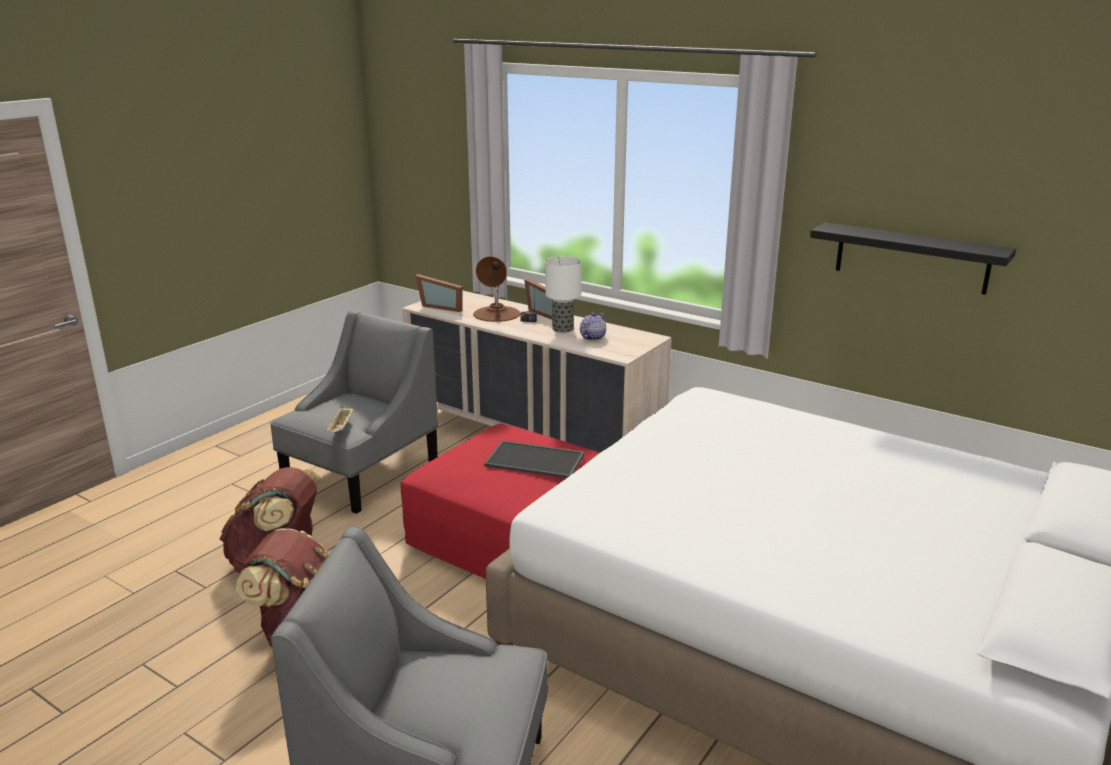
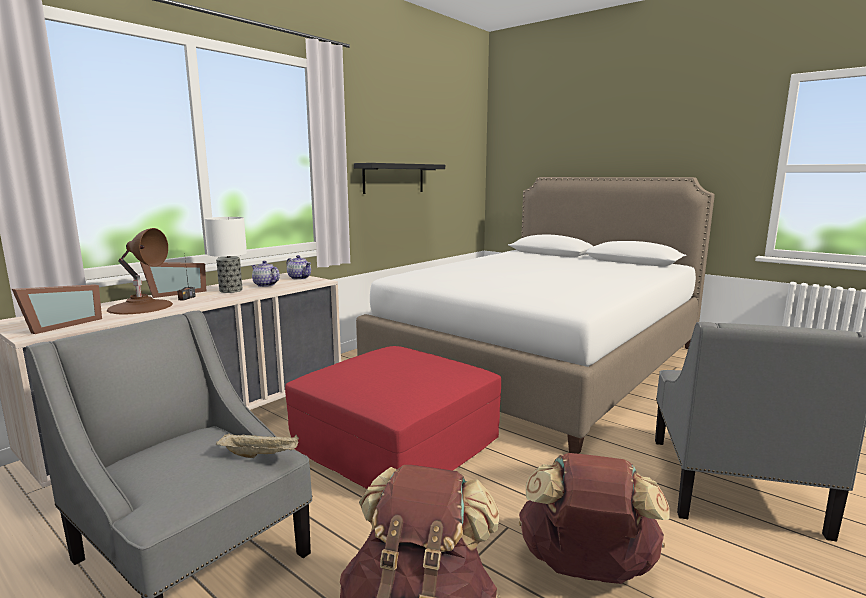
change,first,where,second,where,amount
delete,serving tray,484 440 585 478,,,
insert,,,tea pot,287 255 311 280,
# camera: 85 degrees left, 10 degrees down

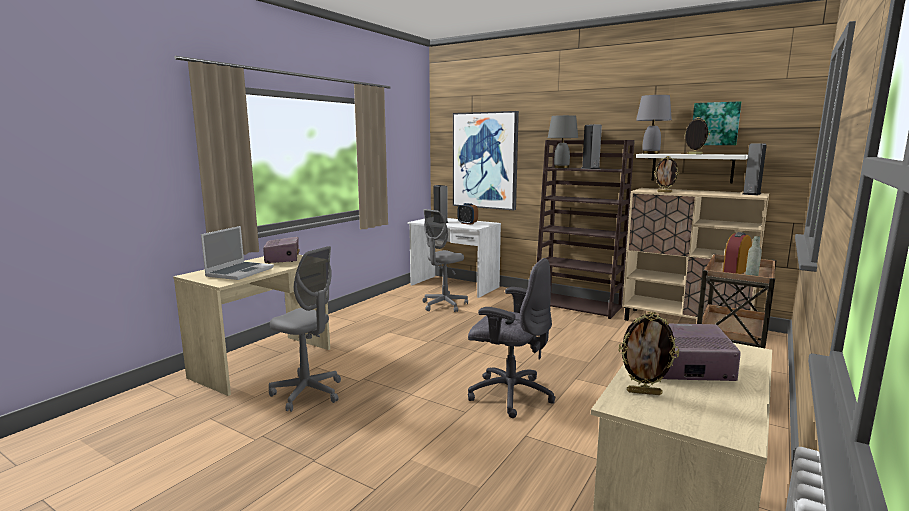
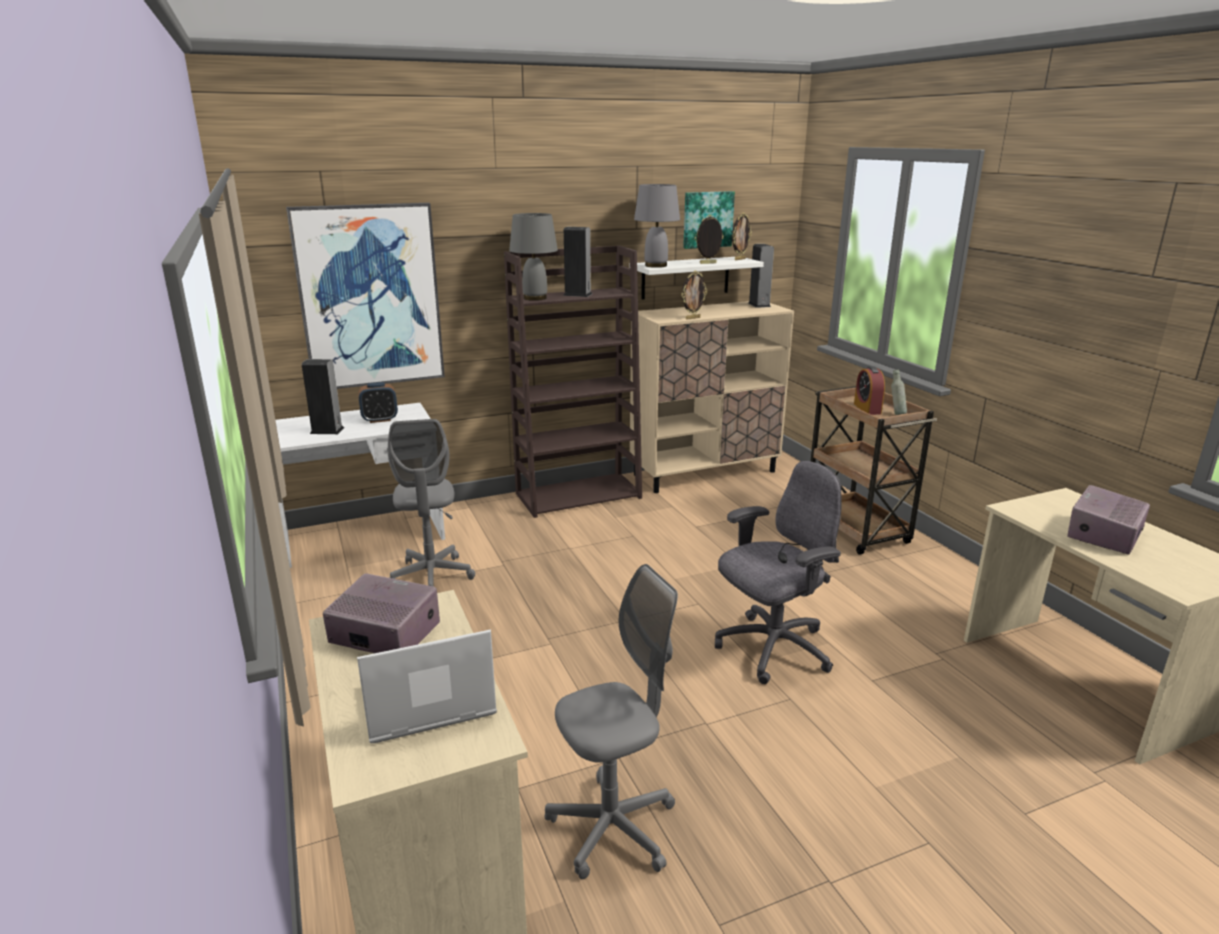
change,first,where,second,where,amount
rotate,notebook computer,201 226 274 280,,357 629 497 743,75 degrees counterclockwise
move,photo frame,618 312 679 395,,732 213 752 260,
# camera: 55 degrees left, 10 degrees up

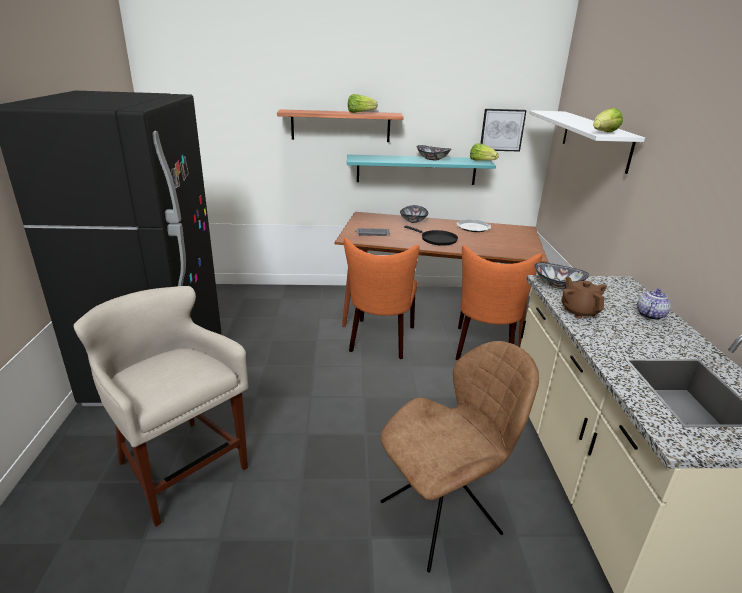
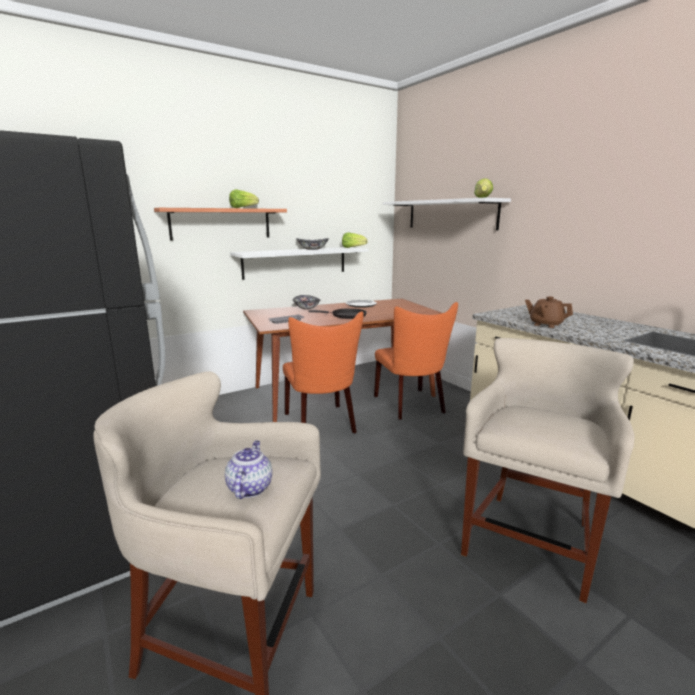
change,first,where,second,where,amount
delete,wall art,480 109 527 152,,,
recolor,shelf (turquoise-coloured),347 154 496 185,shelf (whitish),230 247 368 280,
delete,bowl,535 262 589 289,,,
move,tea pot,637 288 671 320,,225 441 272 499,
replace,upright chair (brownish),380 341 539 572,stool seat (beige-coloured),461 338 635 603,
# camera: 30 degrees left, 10 degrees down

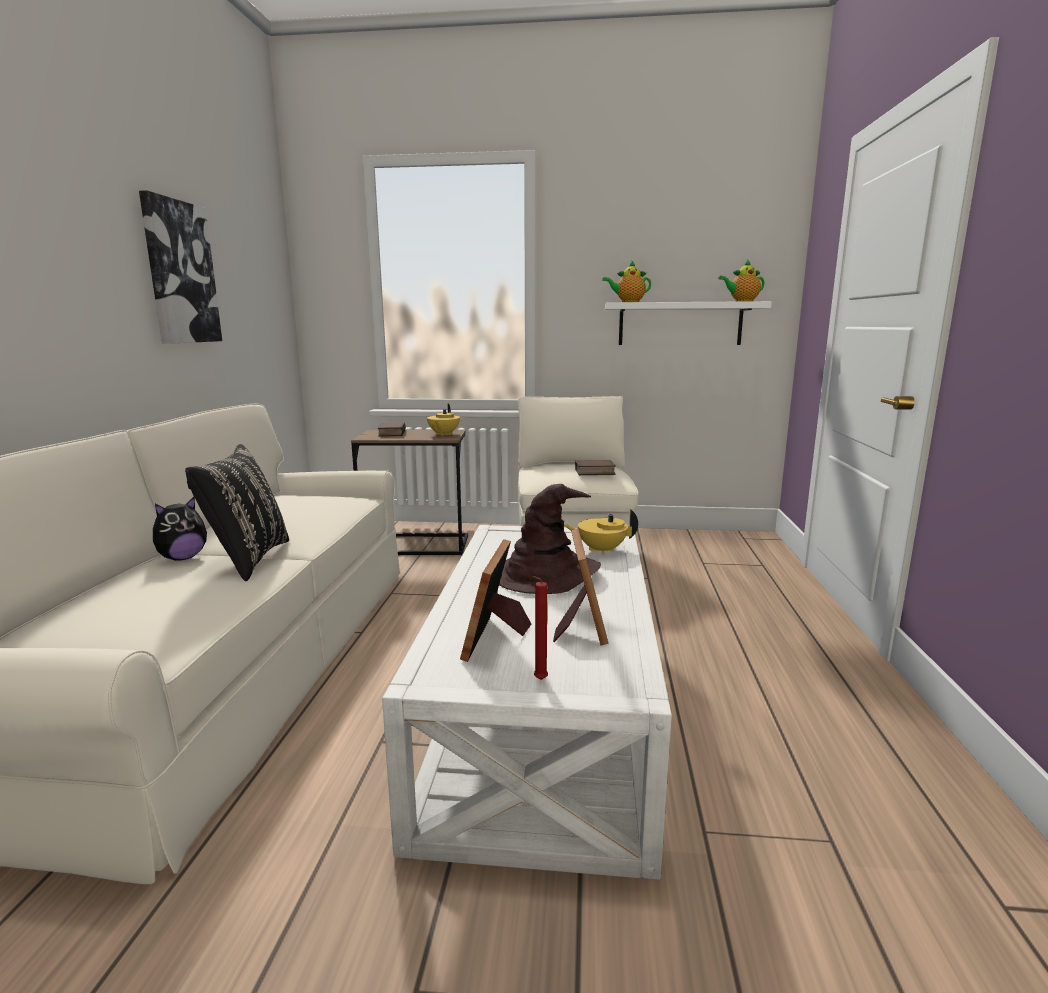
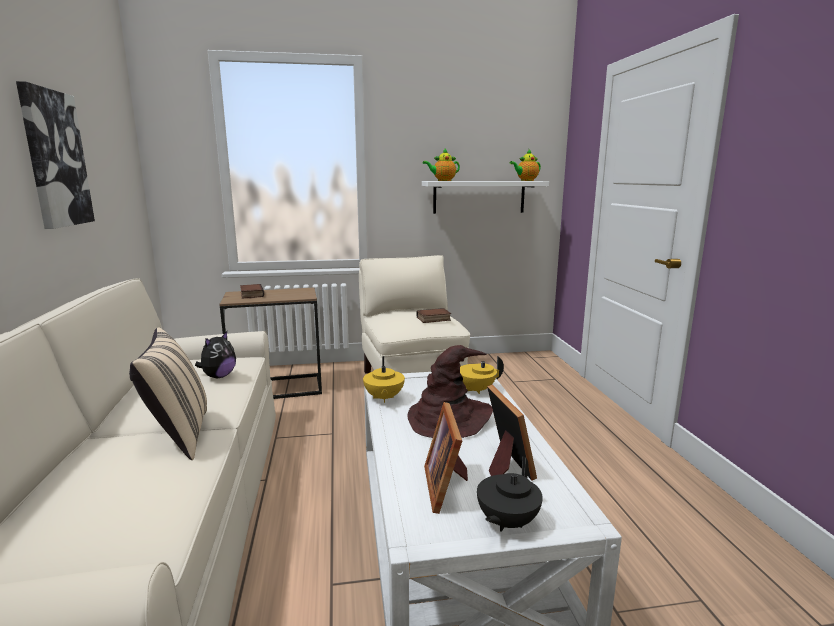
change,first,where,second,where,amount
move,tea pot (yellow-coloured),427 403 460 436,,363 356 405 403,
recolor,pillow (blackish),185 444 289 581,pillow (beige-coloured),129 328 207 460,
move,plush toy,153 497 207 561,,195 331 236 378,
replace,wax light (red-coloured),533 576 548 680,tea pot (blackish),477 457 543 532,
# camera: 15 degrees left, 0 degrees up

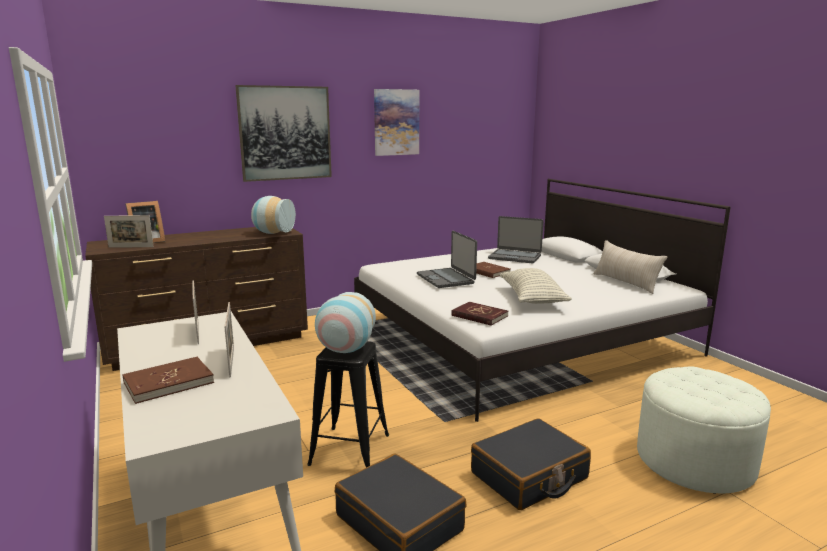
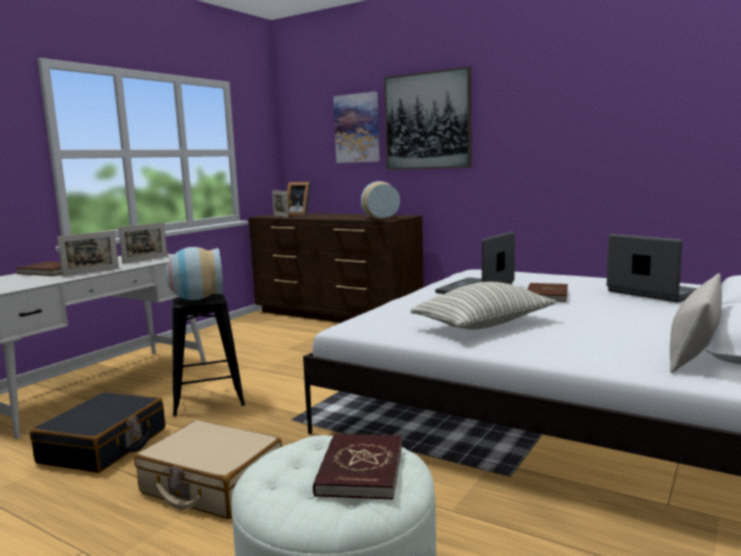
change,first,where,second,where,amount
move,wall art,374 89 419 156,,333 92 380 163,
rotate,notebook computer,488 216 544 263,,607 234 698 303,150 degrees clockwise
move,book (red-coloured),451 302 508 326,,313 434 402 500,
recolor,travel case (blackish),471 418 591 510,travel case (beige-coloured),134 420 282 519,
# camera: 60 degrees right, 5 degrees down

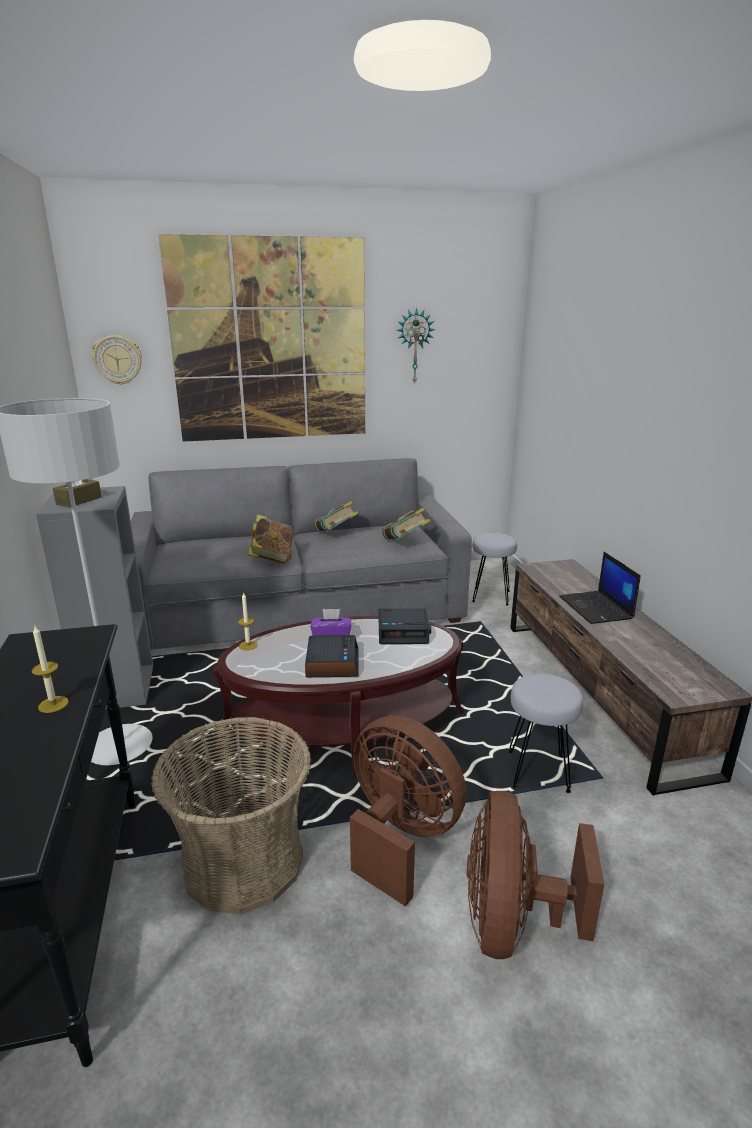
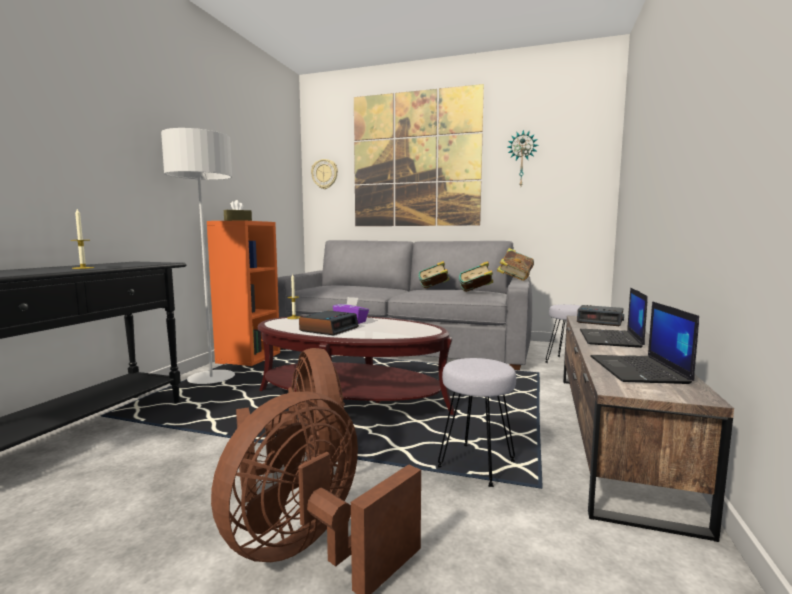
change,first,where,second,where,amount
recolor,bookshelf (grey),36 486 153 709,bookshelf (orangey),207 220 280 366,
move,book,247 514 294 564,,497 248 534 281,
move,bedside clock,378 609 431 644,,577 305 624 326,
delete,household basket,151 716 311 914,,,
insert,,,notebook computer,590 301 699 384,
# camera: 30 degrees right, 15 degrees down

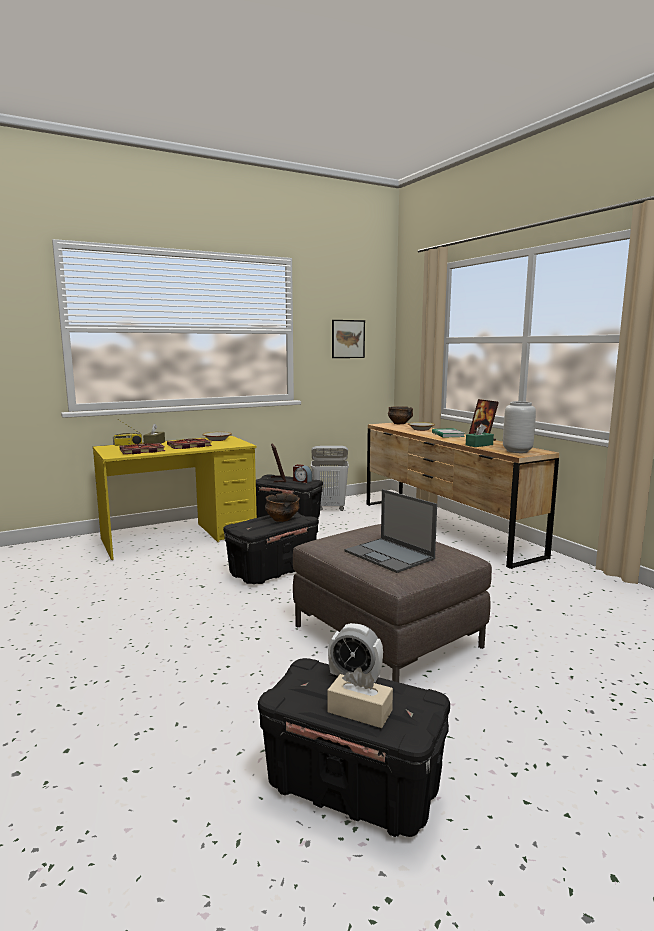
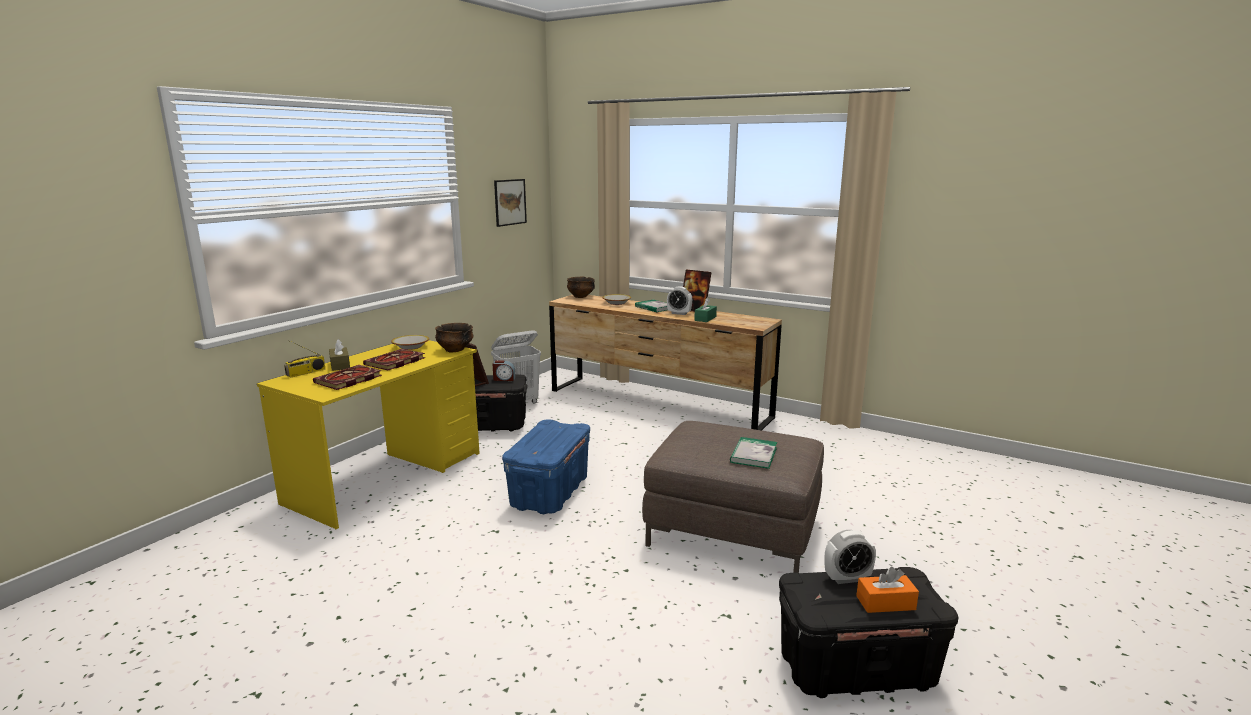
change,first,where,second,where,amount
delete,vase (grey),503 401 536 453,,,
replace,notebook computer,345 489 437 573,book,730 437 777 469,
move,bowl,265 494 300 522,,435 323 473 352,
recolor,storage container (blackish),223 512 319 584,storage container (blue),502 419 590 514,
recolor,tissue holder (beige-coloured),327 667 393 728,tissue holder (orangey),856 567 919 613,
insert,,,bedside clock,667 286 692 315,
# camera: 30 degrees left, 5 degrees up

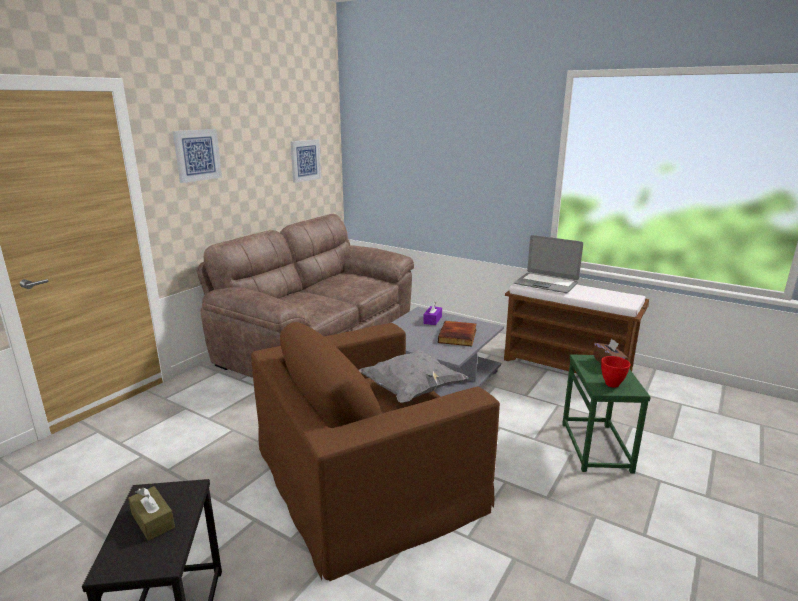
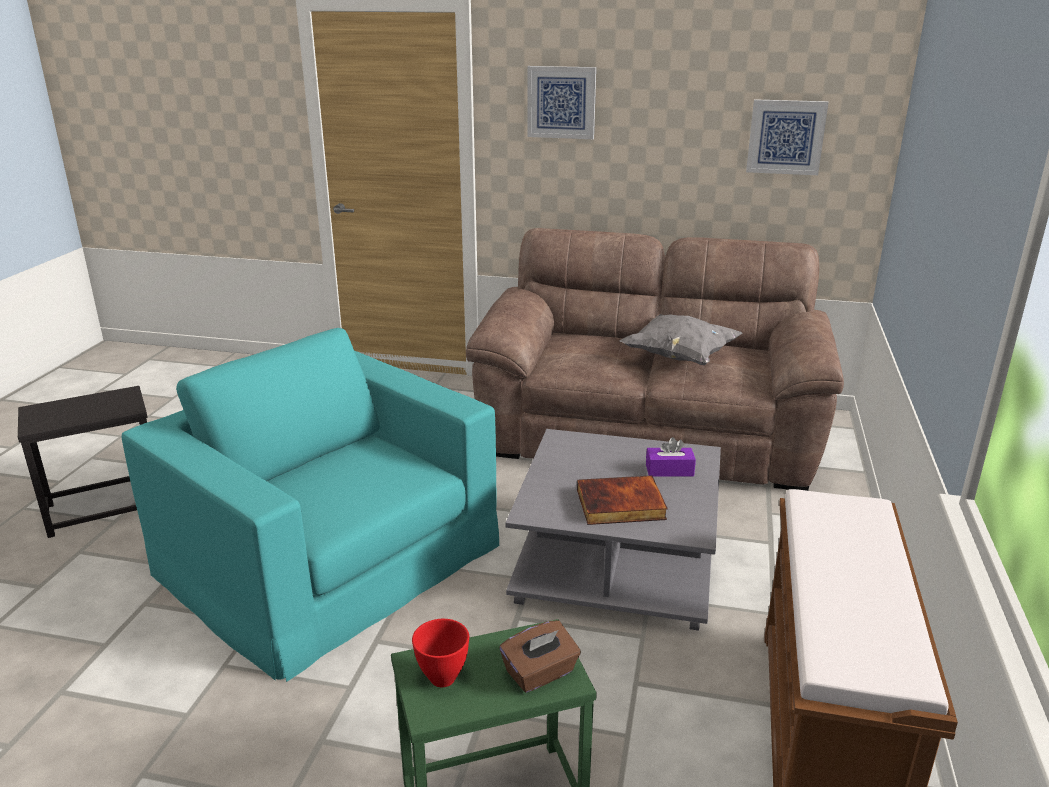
change,first,where,second,where,amount
delete,notebook computer,514 235 583 293,,,
recolor,armchair (brownish),251 322 500 582,armchair (turquoise-coloured),122 328 500 682,
move,pillow (grey),359 349 469 403,,620 314 743 365,
delete,tissue holder (brownish),128 486 175 541,,,
# camera: 70 degrees right, 5 degrees up

